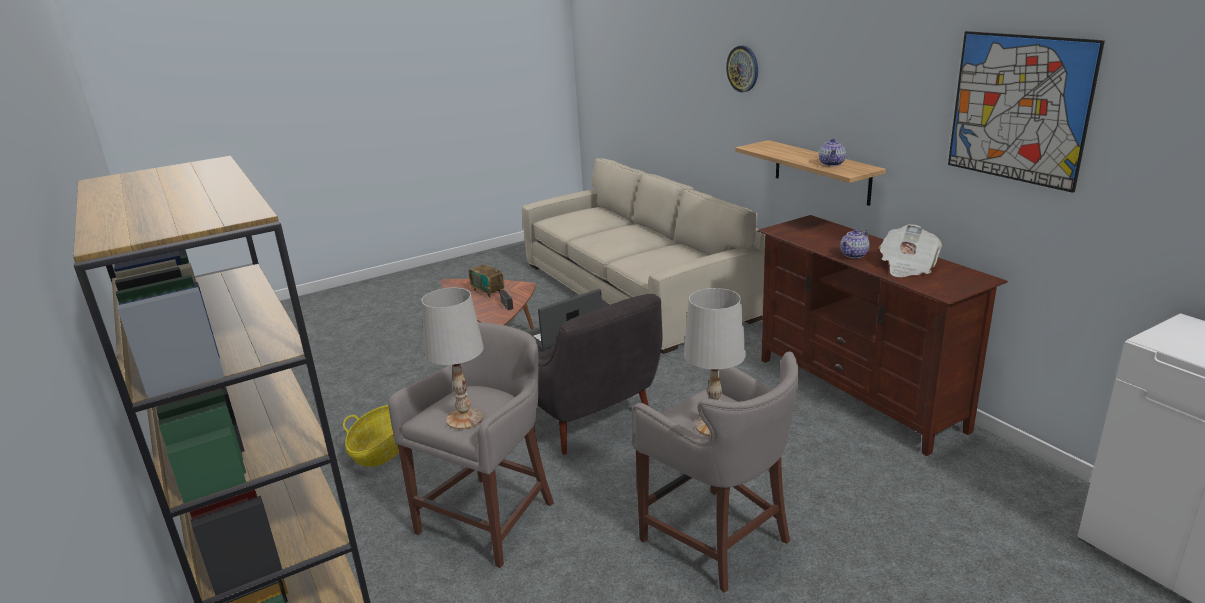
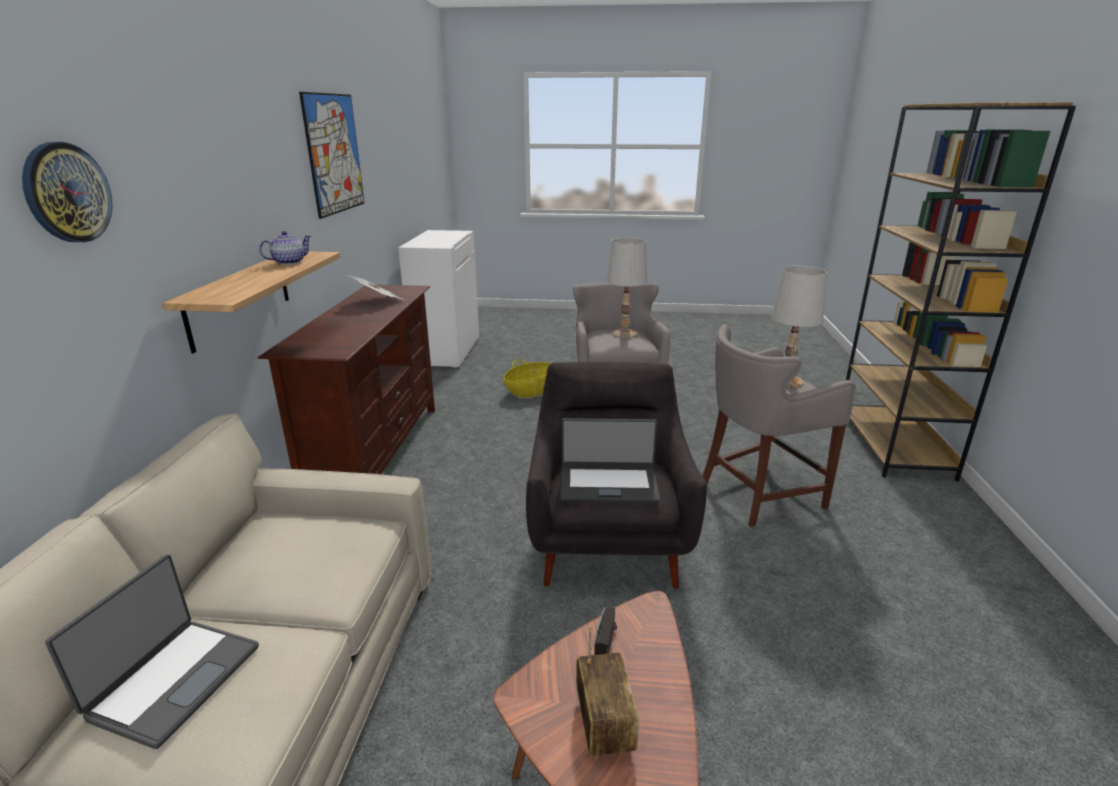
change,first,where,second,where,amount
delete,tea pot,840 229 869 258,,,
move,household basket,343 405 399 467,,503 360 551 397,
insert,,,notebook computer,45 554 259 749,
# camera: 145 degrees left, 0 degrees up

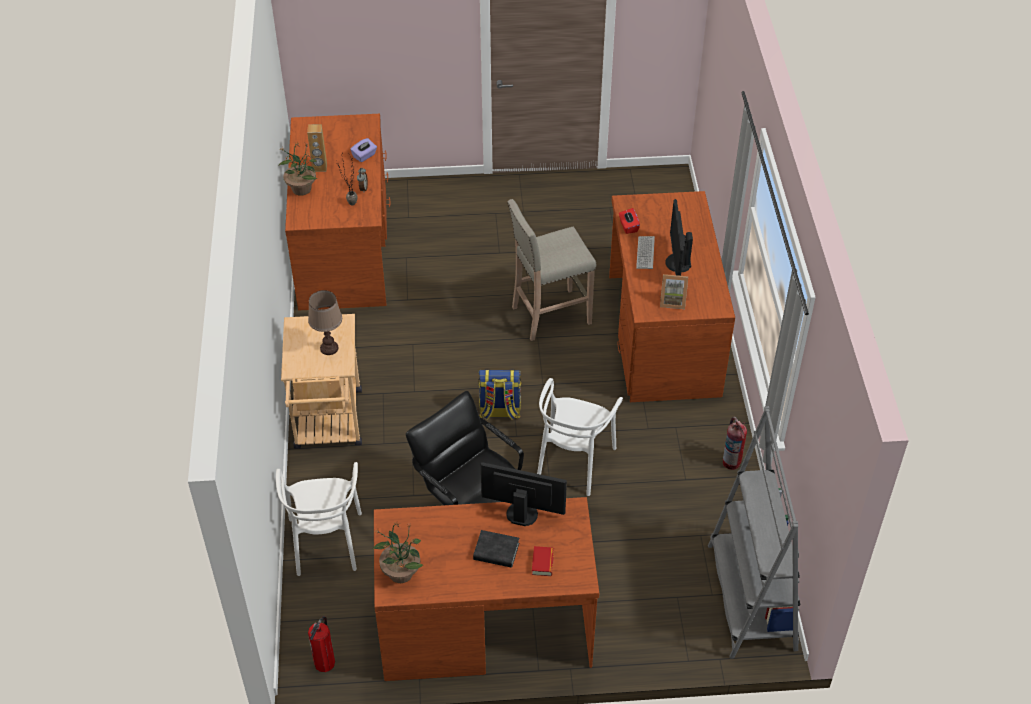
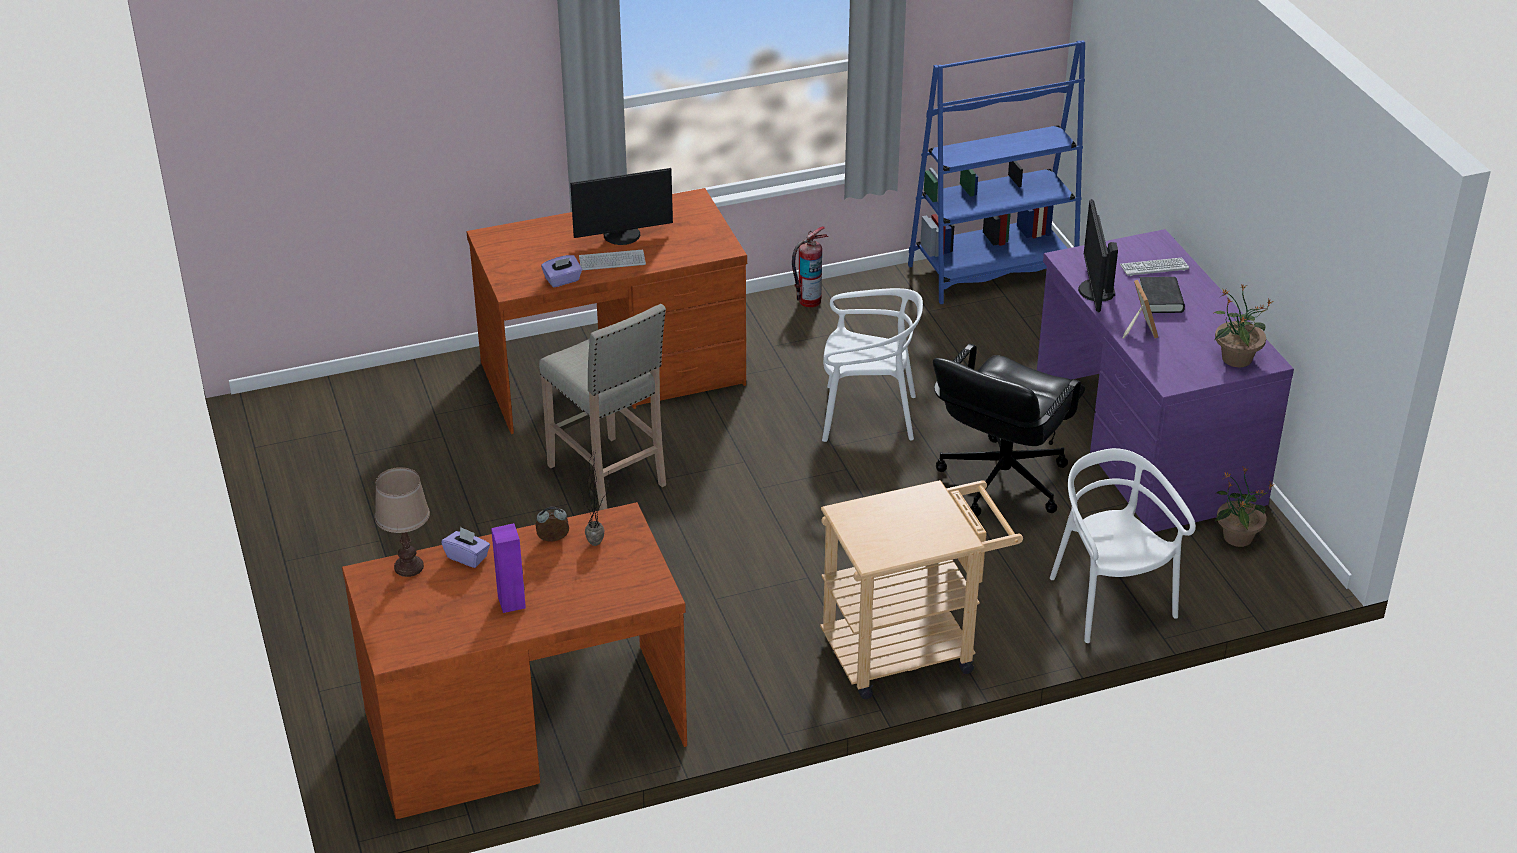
change,first,where,second,where,amount
recolor,loudspeaker (brownish),307 124 327 172,loudspeaker (purple),491 523 526 613,
move,houseplant,279 141 317 196,,1215 467 1275 547,
recolor,tissue holder (red-coloured),619 208 640 234,tissue holder (purple),541 255 582 288,
move,photo frame,660 274 688 309,,1123 280 1158 339,
move,tabletop lamp (brownish),308 290 342 355,,375 467 430 577,
delete,knapsack,478 369 521 420,,,
recolor,bookshelf (grey),708 406 800 658,bookshelf (blue),908 40 1085 304,
rotate,upright chair (whitish),276 462 362 576,,1050 448 1196 643,90 degrees counterclockwise
recolor,desk table (brownish),374 497 599 681,desk table (purple),1037 229 1294 532,
replace,book,532 546 554 576,computer keyboard,1120 258 1189 276,
delete,extinguisher,308 616 335 672,,,
# camera: 105 degrees left, 10 degrees down

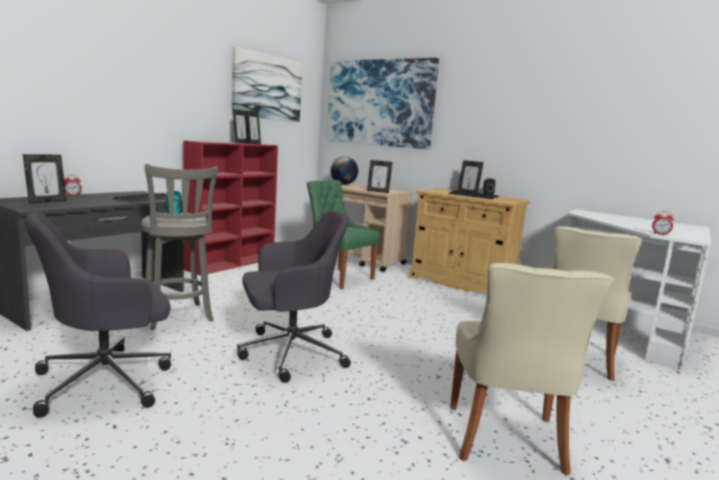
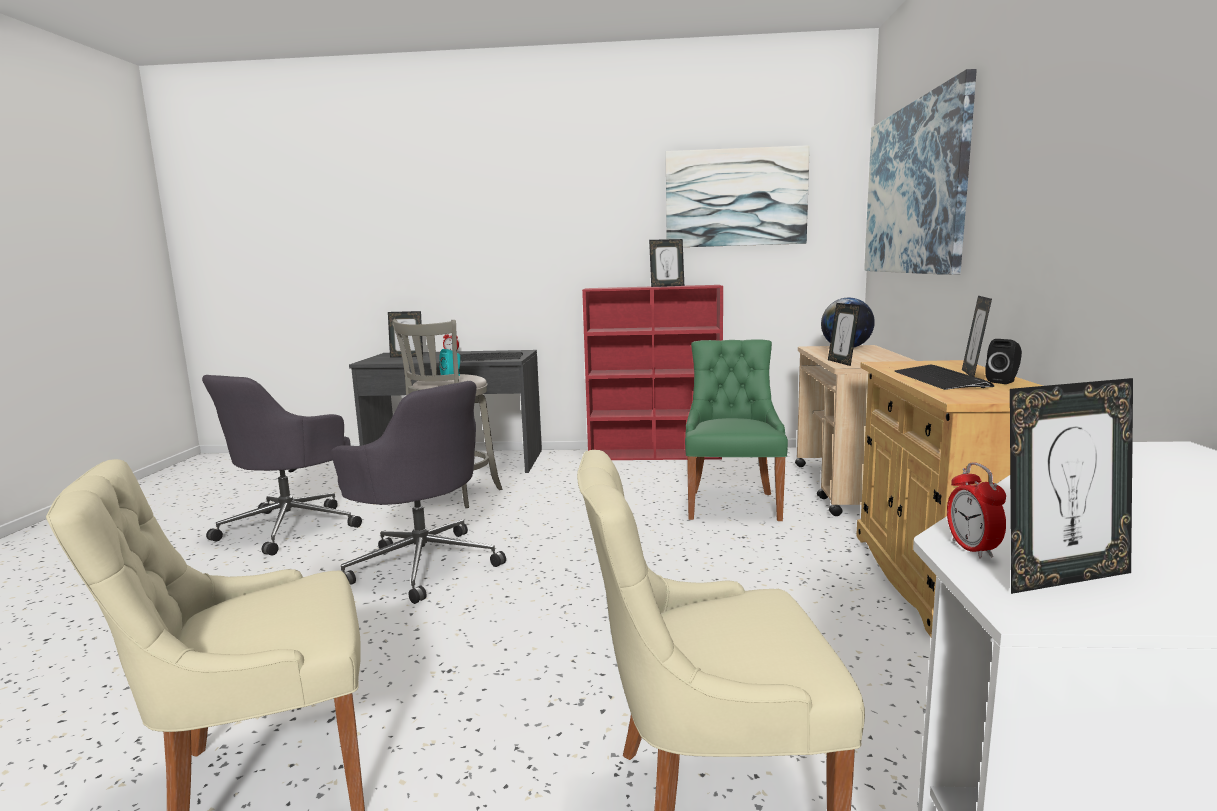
change,first,where,second,where,amount
move,photo frame,247 111 261 144,,1010 378 1133 594,
rotate,computer chair (grey),24 212 171 418,,202 375 362 556,90 degrees counterclockwise
# camera: 60 degrees right, 0 degrees up

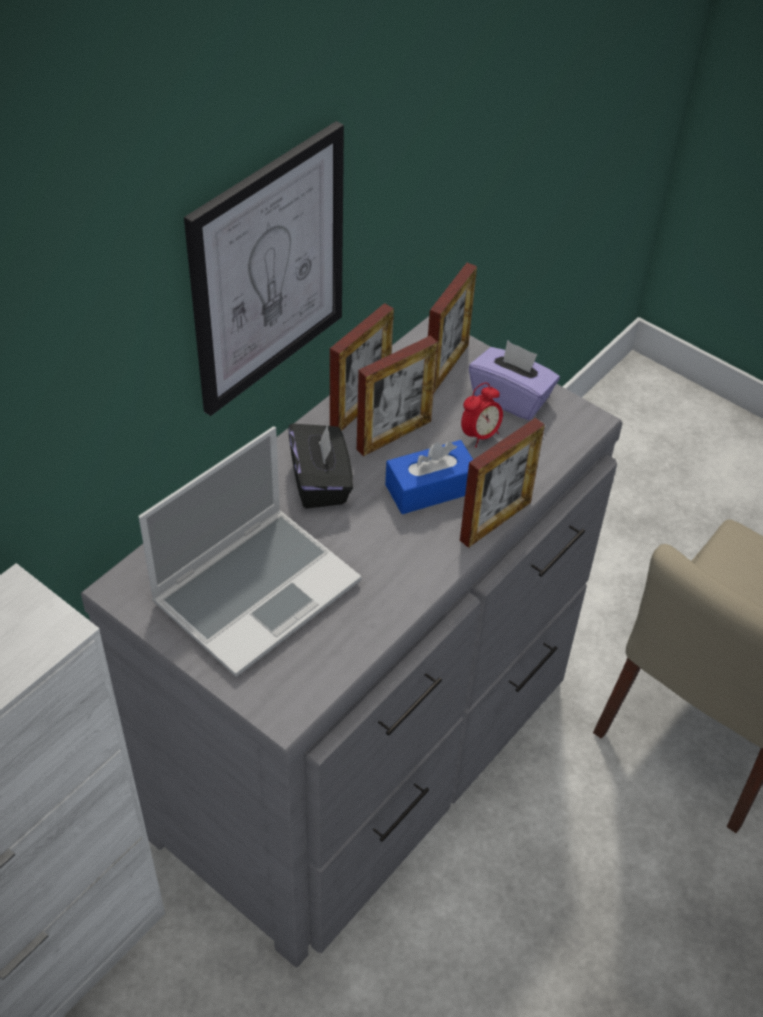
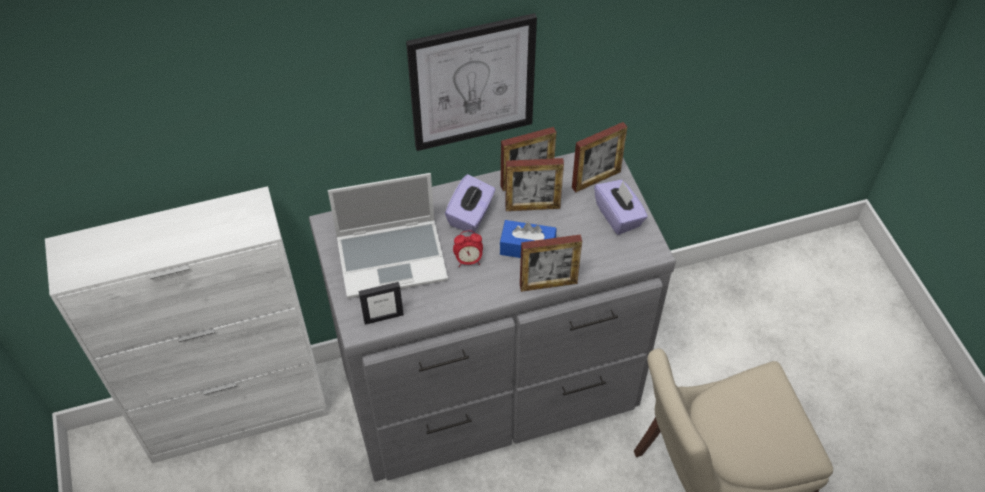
change,first,where,second,where,amount
move,bedside clock,461 383 503 447,,453 231 483 267,
recolor,tissue holder (blackish),288 423 353 509,tissue holder (purple),445 174 496 233,
insert,,,photo frame,359 282 404 325,
# camera: 35 degrees right, 5 degrees up

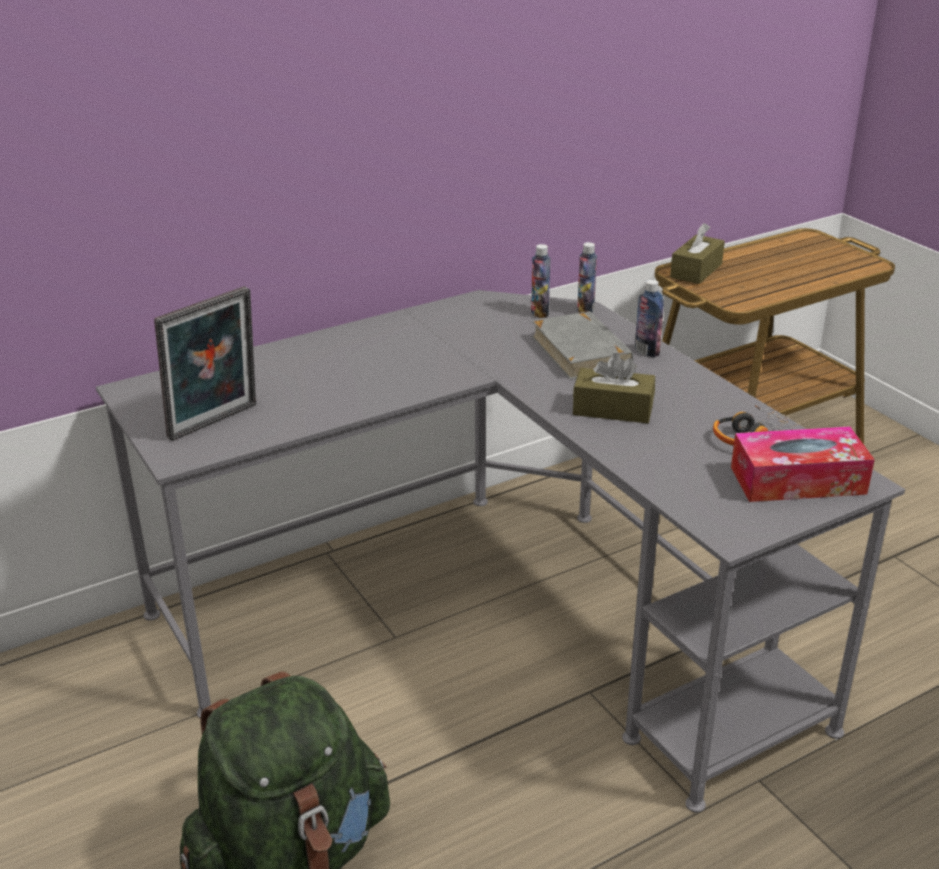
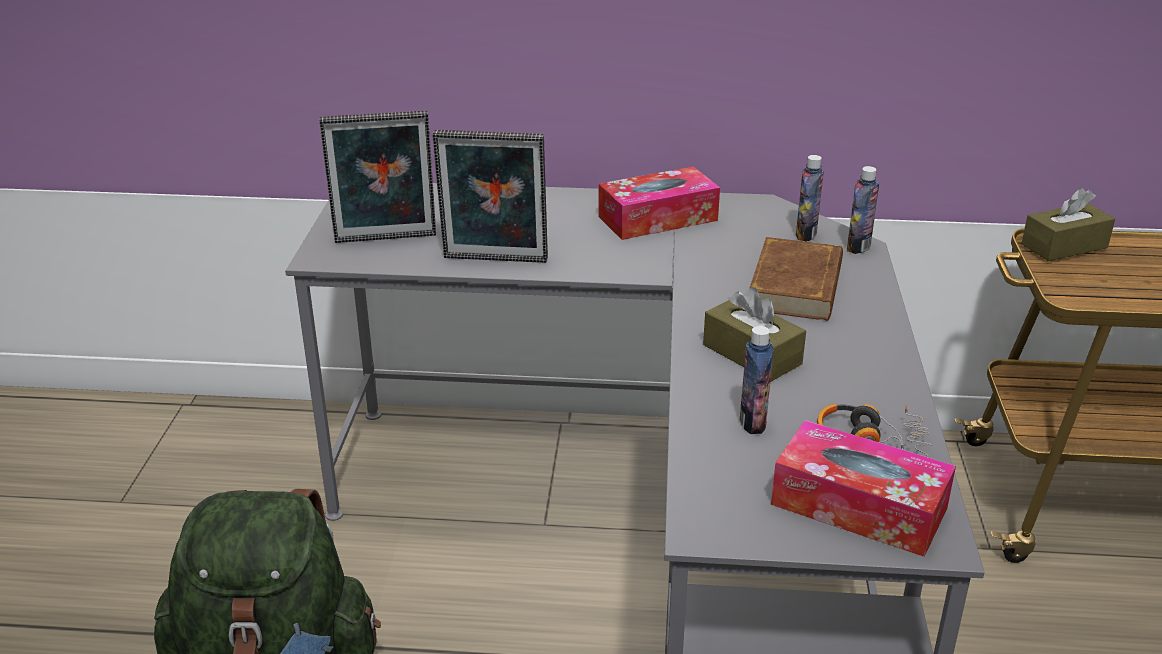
change,first,where,second,where,amount
move,drink bottle,635 280 664 357,,740 326 774 434,
recolor,book (grey),531 311 633 380,book (brownish),749 237 843 321,
insert,,,photo frame,432 130 548 263,
insert,,,tissue holder,598 166 720 240,
# camera: 35 degrees right, 0 degrees up

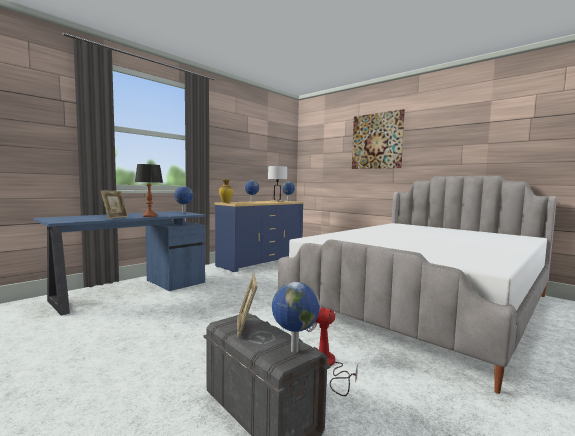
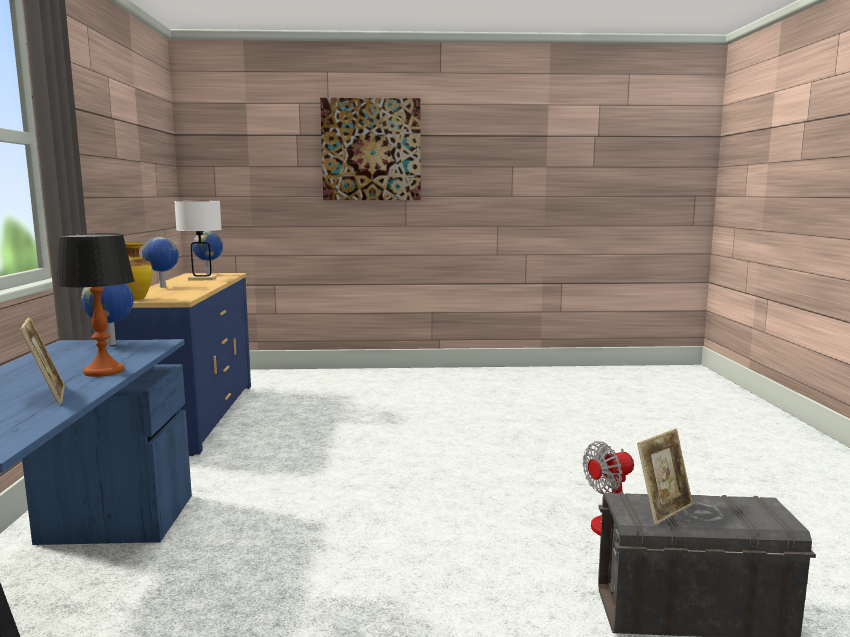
change,first,where,second,where,amount
delete,bedroom bed,278 176 557 394,,,
rotate,photo frame,237 273 257 338,,637 429 693 525,75 degrees counterclockwise
delete,desk globe,272 282 320 353,,,
# camera: 45 degrees left, 5 degrees up

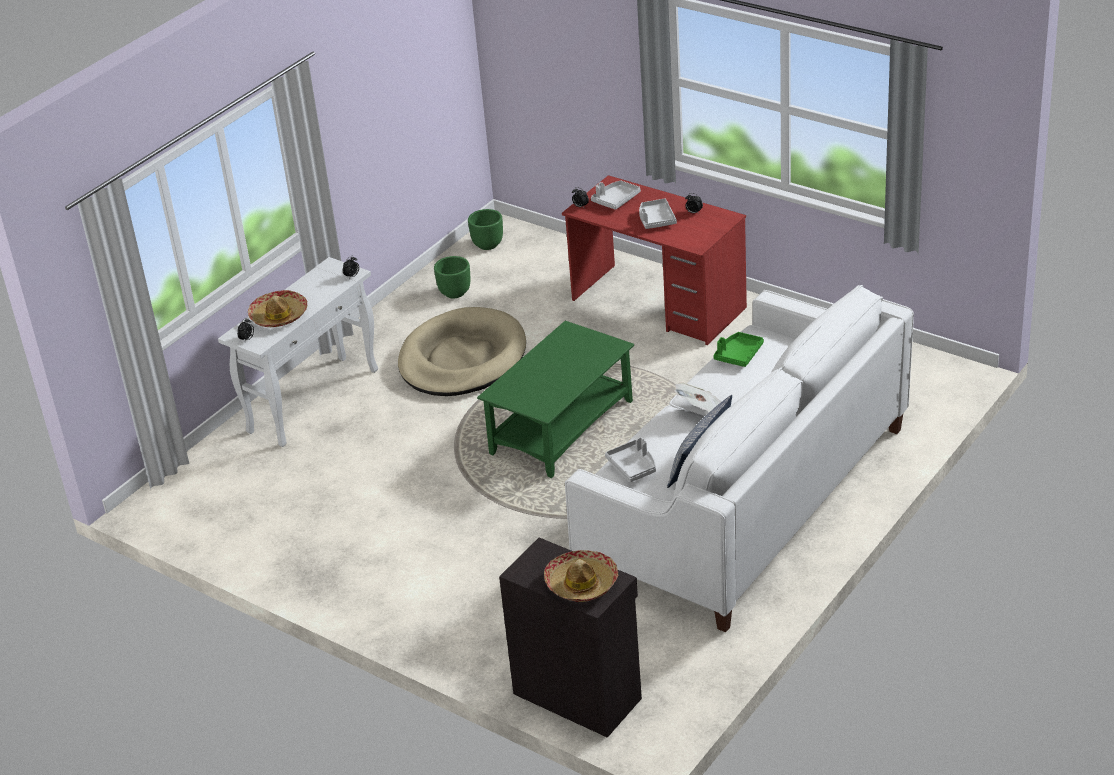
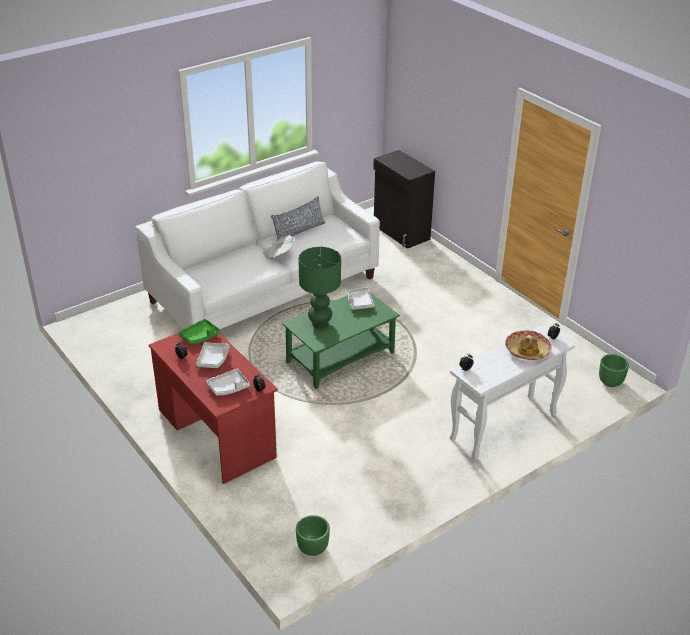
change,first,where,second,where,amount
move,plant pot (greenish),434 256 470 299,,599 354 629 387,
delete,dog cushion (beige-coloured),398 307 526 396,,,
move,serving tray (greenish),713 332 764 367,,179 319 221 344,
move,serving tray (grey),605 437 656 482,,348 287 374 310,
delete,hat,544 550 619 602,,,
insert,,,tabletop lamp (greenish),298 247 341 328,
# camera: 165 degrees left, 0 degrees up

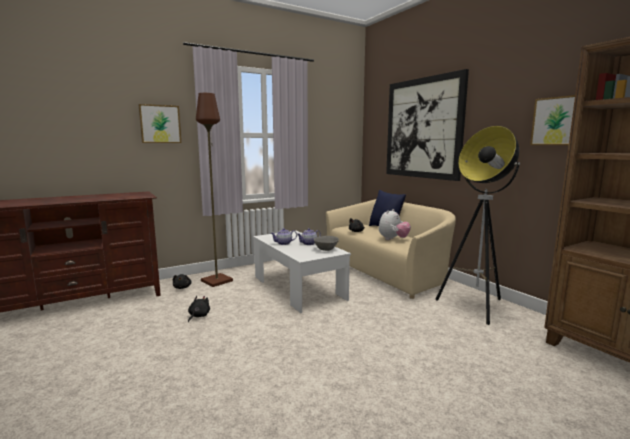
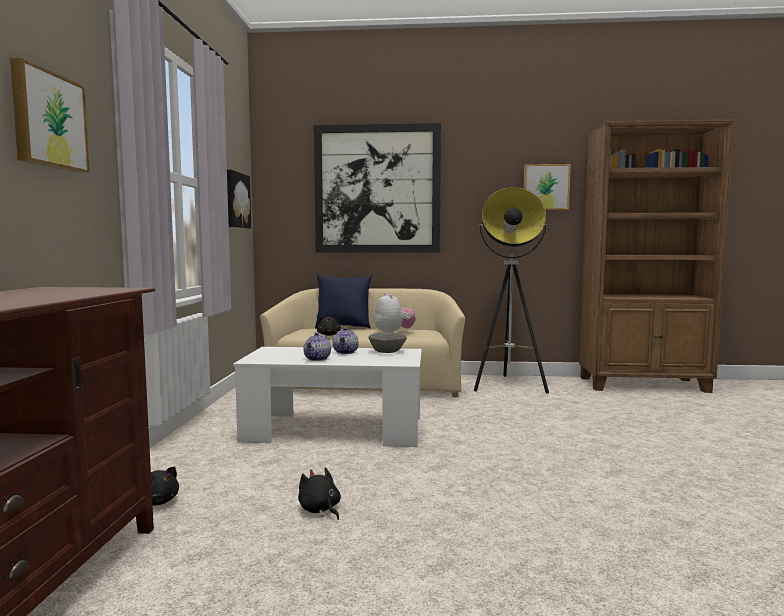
change,first,where,second,where,amount
delete,standard lamp (brownish),196 93 233 287,,,
insert,,,wall art,227 169 251 229,
# camera: 55 degrees left, 5 degrees down

